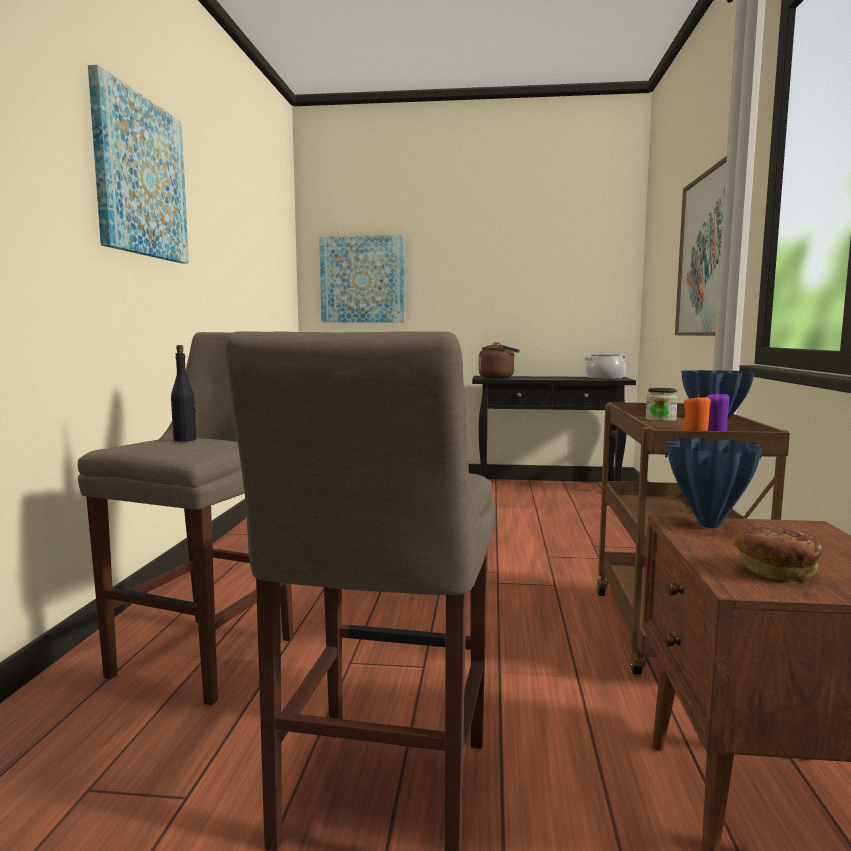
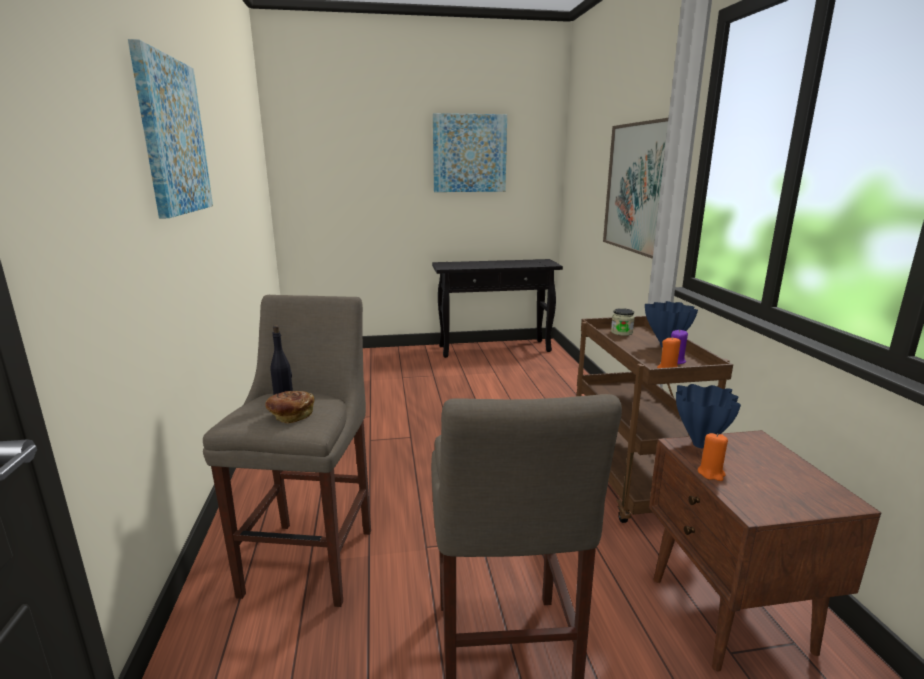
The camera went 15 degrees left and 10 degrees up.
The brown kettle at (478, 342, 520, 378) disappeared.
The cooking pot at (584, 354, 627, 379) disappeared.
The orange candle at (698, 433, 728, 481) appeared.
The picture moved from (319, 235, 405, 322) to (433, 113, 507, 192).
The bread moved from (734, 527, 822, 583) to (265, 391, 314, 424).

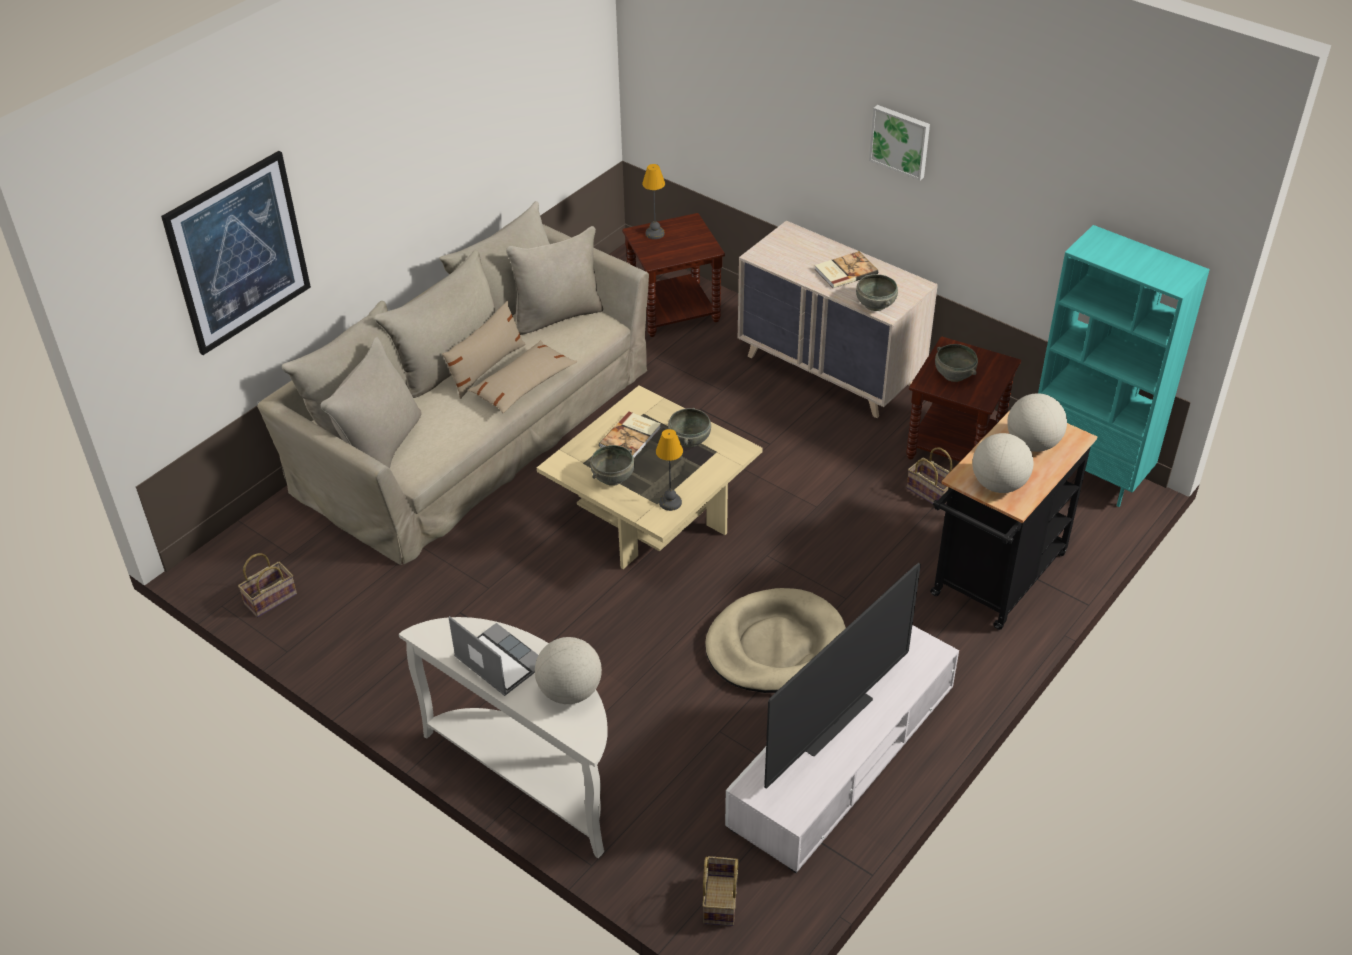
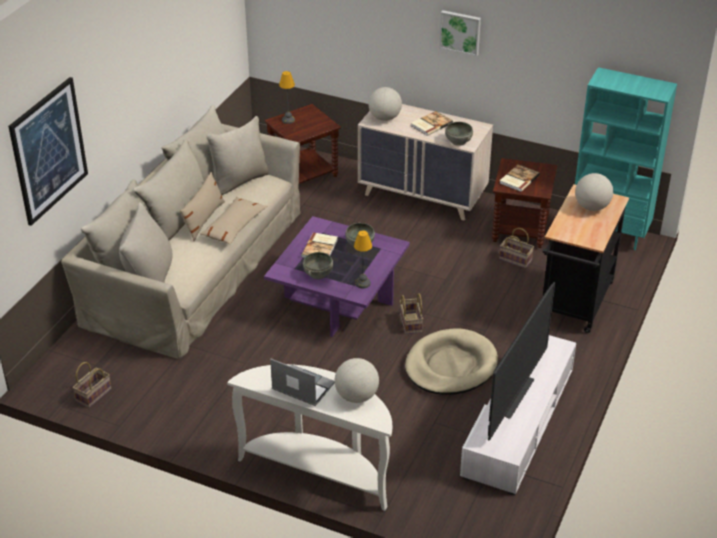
The camera went 15 degrees left and 5 degrees down.
The basket moved from (702, 856, 739, 926) to (400, 293, 423, 334).
The globe moved from (972, 433, 1033, 493) to (369, 87, 402, 121).
The grey bowl at (935, 344, 978, 382) was replaced by the book at (499, 164, 540, 192).
The beige coffee table at (537, 385, 763, 569) became the purple coffee table at (264, 216, 410, 337).

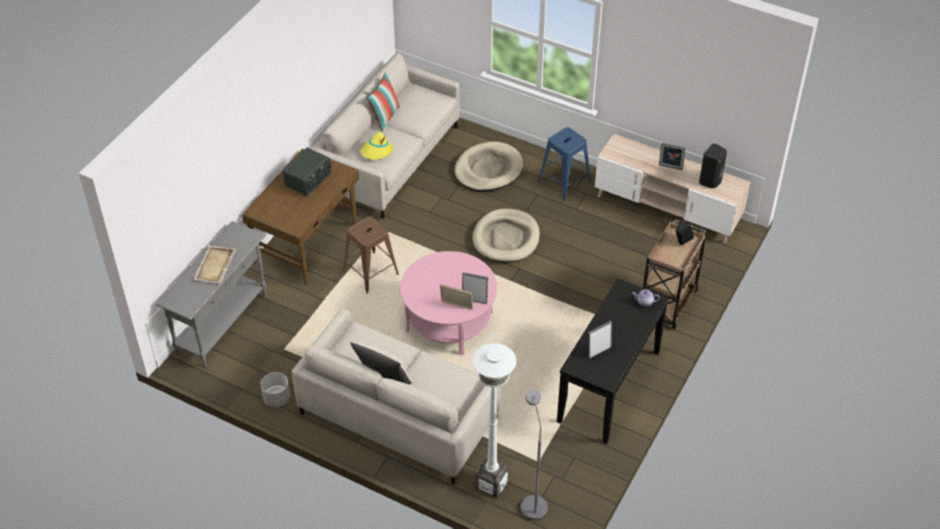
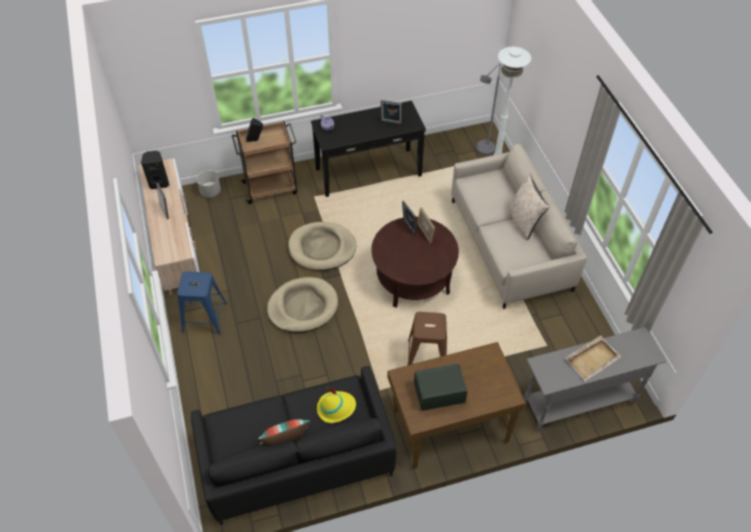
The camera went 135 degrees left and 5 degrees up.
The grey planter moved from (260, 372, 290, 407) to (197, 170, 221, 197).
The beige dog bed moved from (454, 141, 523, 191) to (288, 222, 356, 271).
The beige sofa at (311, 53, 459, 219) became the black sofa at (191, 366, 397, 525).
The pink coffee table at (400, 251, 497, 355) became the brown coffee table at (371, 217, 459, 308).

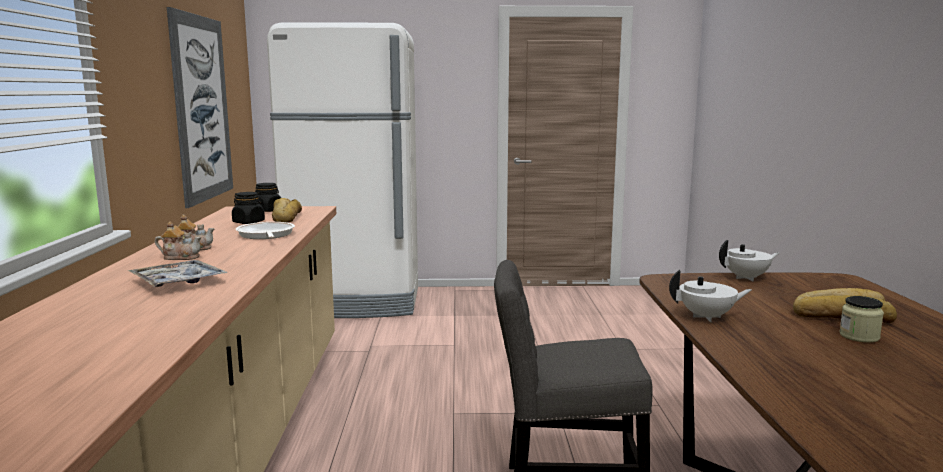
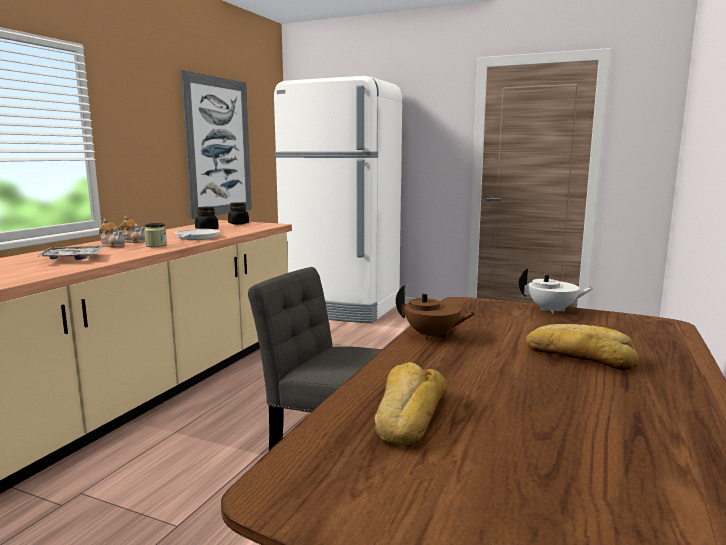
The camera went 25 degrees right and 0 degrees up.
The bread moved from (272, 198, 302, 223) to (375, 362, 447, 447).
The jar moved from (839, 296, 884, 343) to (144, 223, 167, 247).
The white teapot at (669, 270, 752, 322) became the brown teapot at (396, 285, 476, 340).

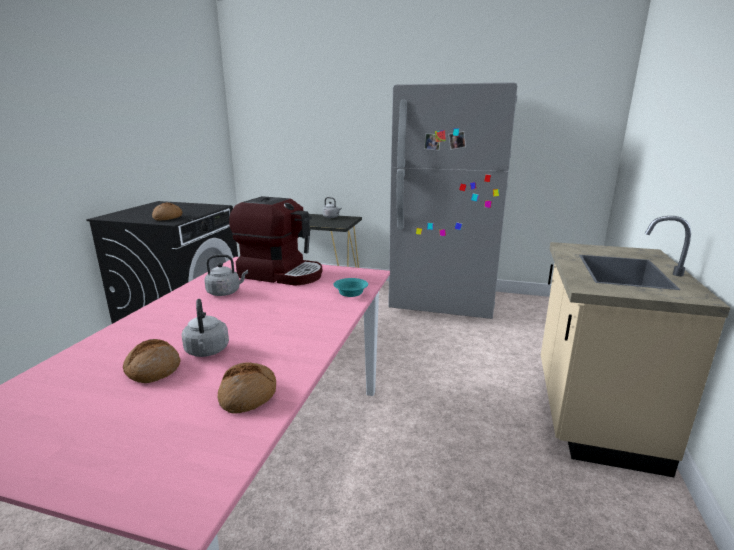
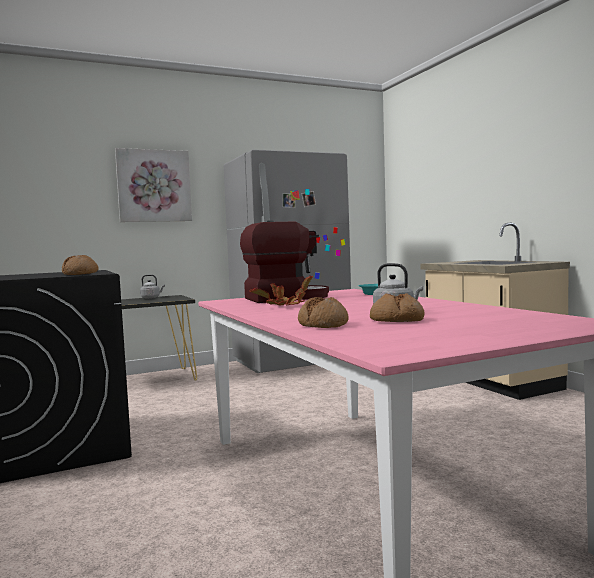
The camera went 40 degrees left and 15 degrees down.
The picture at (115, 148, 192, 222) appeared.
The bread moved from (217, 363, 276, 413) to (298, 297, 349, 328).
The grey kettle at (204, 254, 248, 296) was replaced by the potted plant at (250, 275, 313, 306).

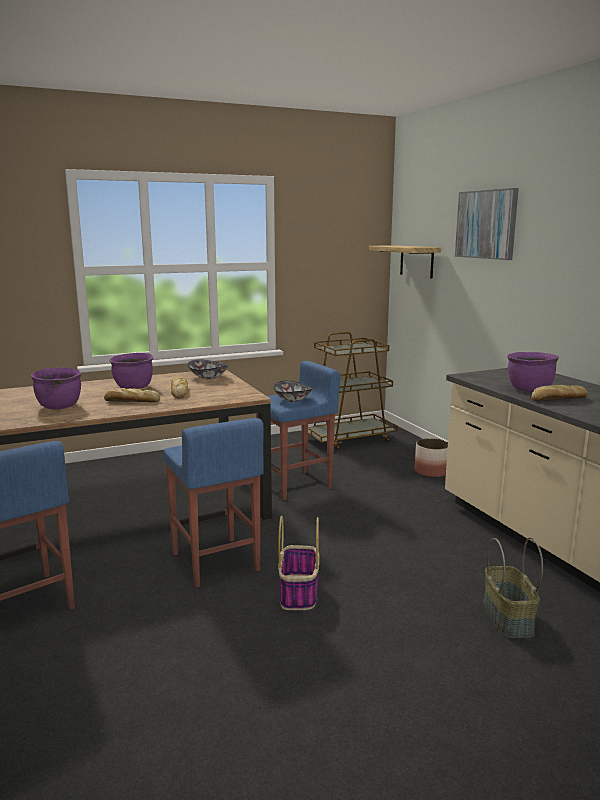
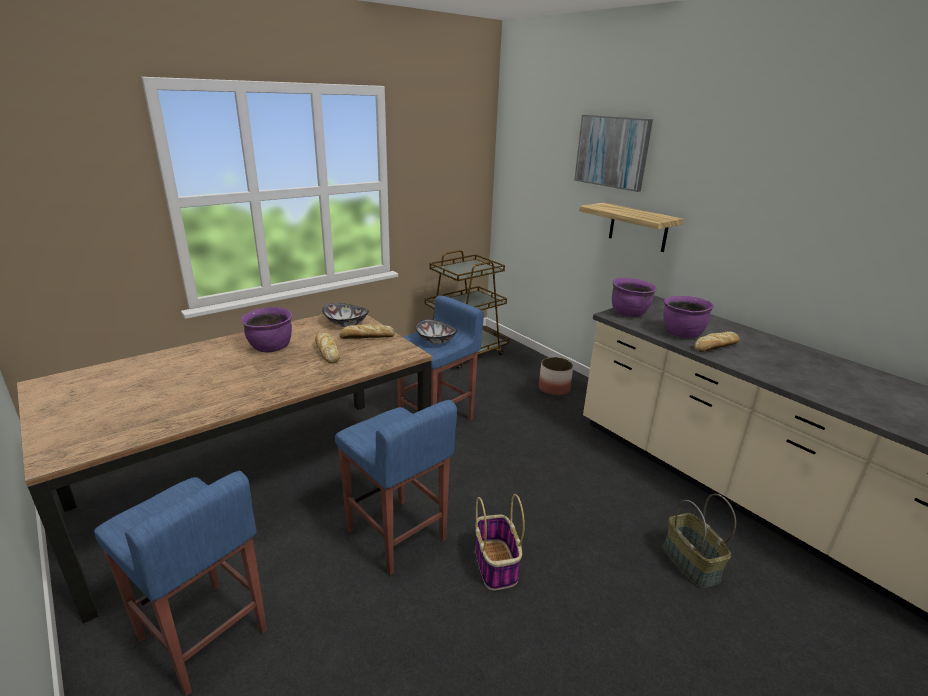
The camera went 15 degrees left and 10 degrees up.
The purple cooking pot moved from (31, 367, 82, 409) to (612, 278, 657, 317).
The bread moved from (104, 388, 160, 402) to (339, 324, 395, 339).
The shelf moved from (369, 245, 441, 279) to (579, 202, 683, 252).

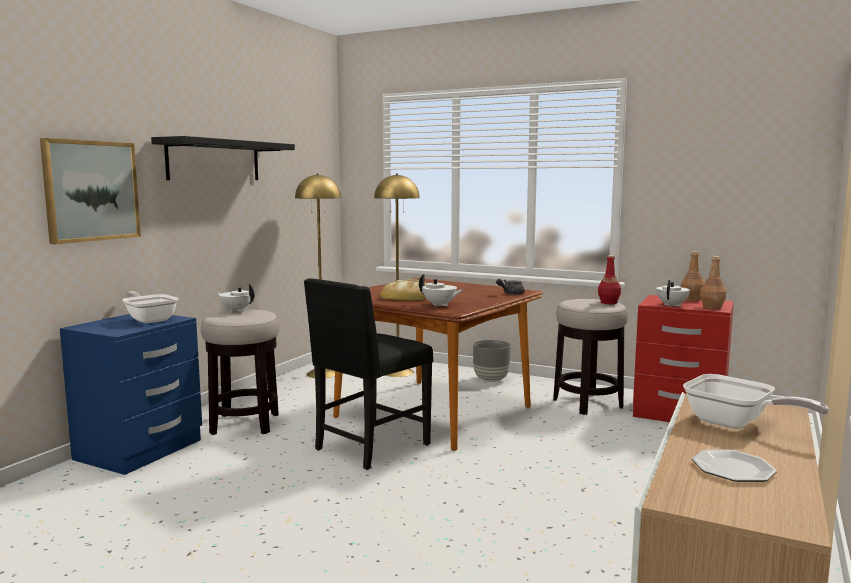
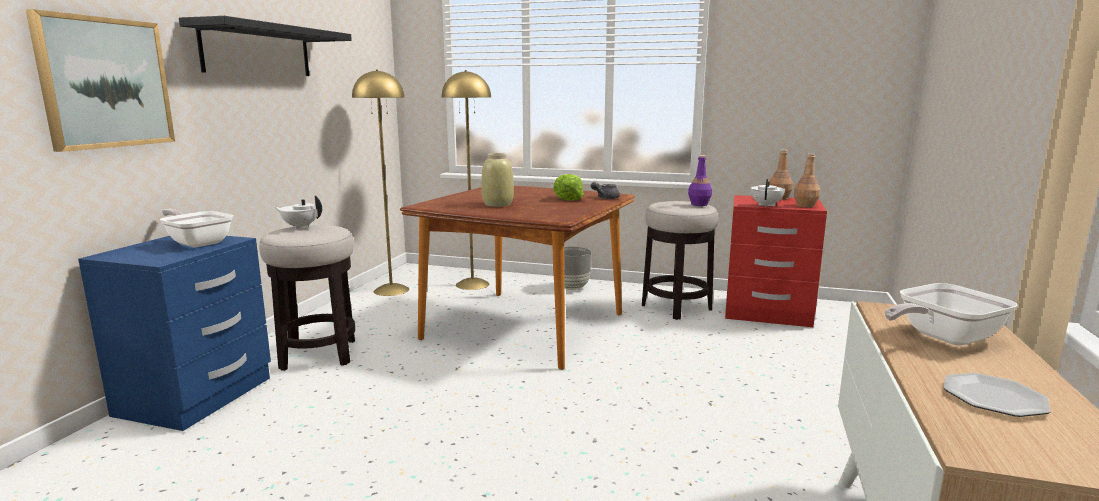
The camera went 10 degrees left and 5 degrees up.
The black chair at (304, 278, 433, 470) disappeared.
The white teapot at (419, 274, 464, 307) disappeared.
The lettuce at (553, 174, 584, 201) appeared.
The bread at (380, 279, 427, 301) was replaced by the beige vase at (481, 153, 514, 207).
The red bottle at (598, 255, 621, 304) became the purple bottle at (688, 155, 712, 206).
The frying pan at (683, 374, 829, 429) turned 120 degrees clockwise.

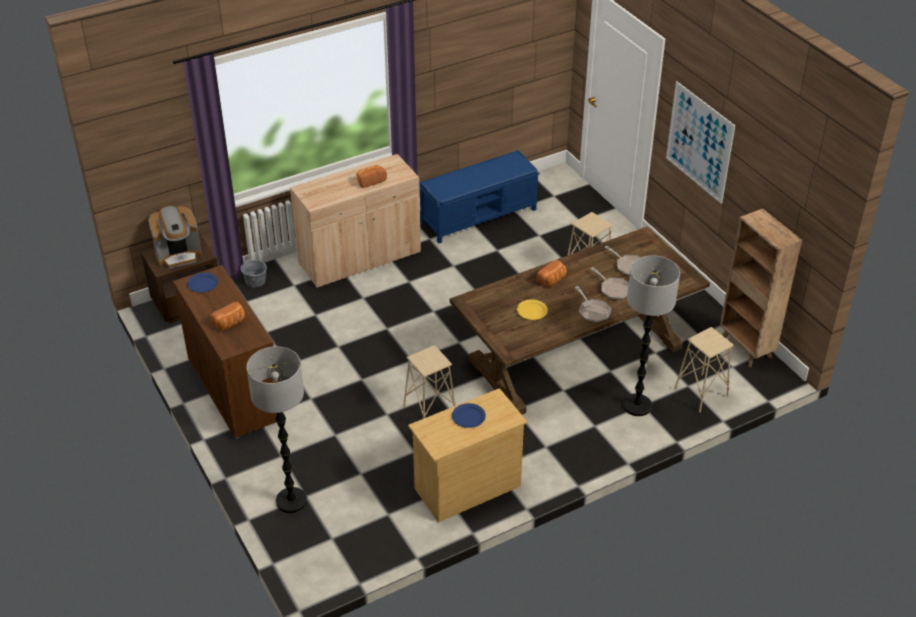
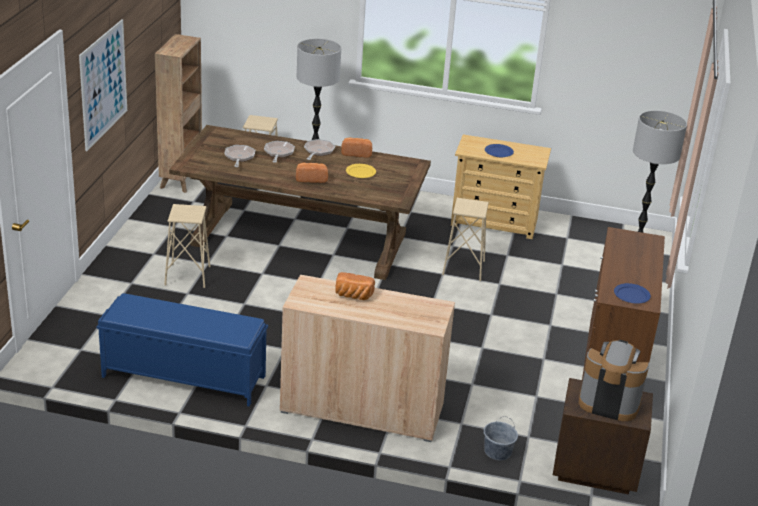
The camera went 140 degrees left and 10 degrees down.
The bread moved from (210, 302, 245, 330) to (341, 137, 372, 158).

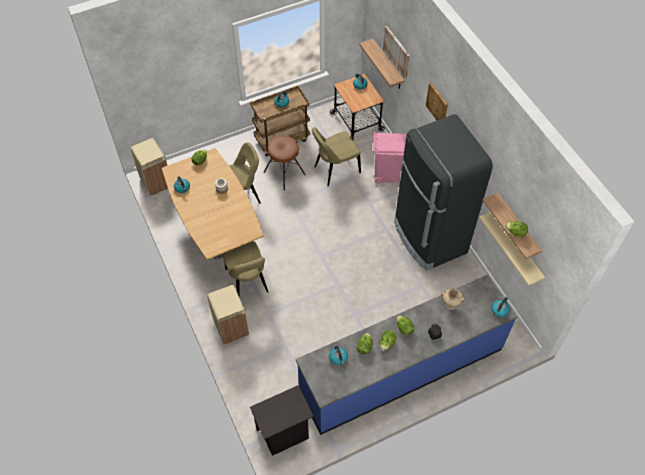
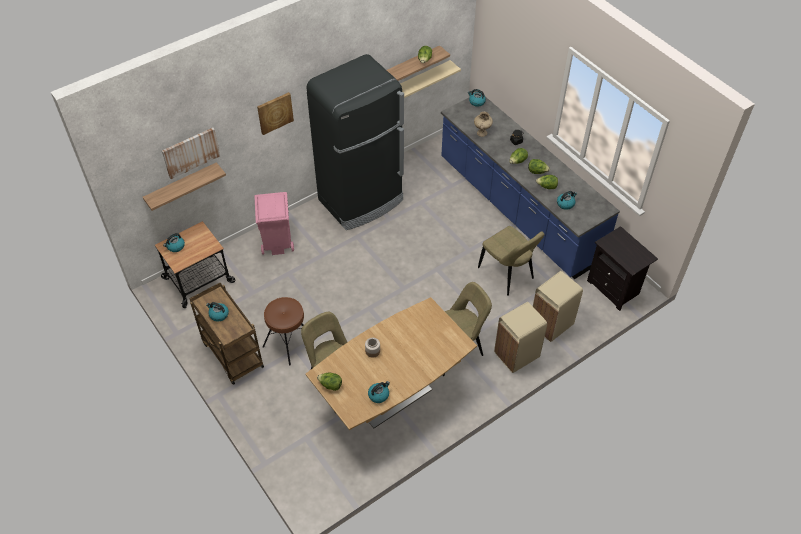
The camera went 100 degrees left and 5 degrees down.
The beige trash can moved from (131, 138, 168, 196) to (533, 271, 583, 342).
The beige chair moved from (312, 127, 361, 187) to (478, 226, 544, 296).

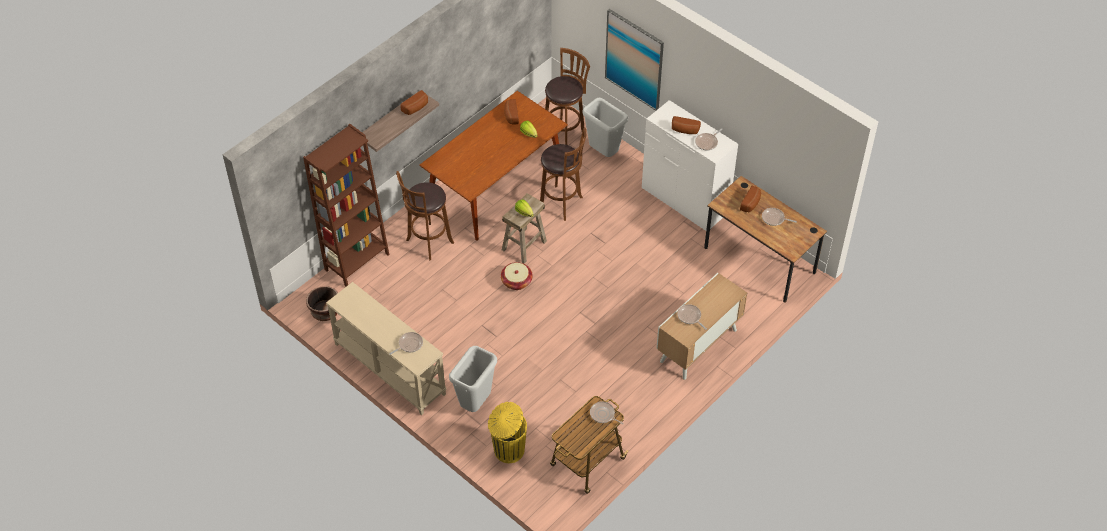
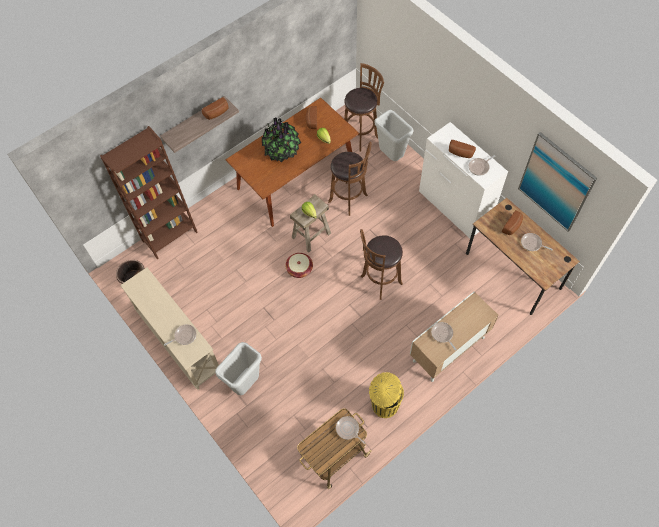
The camera went 10 degrees right and 10 degrees up.
The potted plant at (262, 118, 301, 163) appeared.
The brown stool moved from (396, 171, 454, 260) to (360, 229, 403, 300).
The yellow trash can moved from (488, 402, 527, 463) to (369, 372, 404, 418).
The picture moved from (605, 9, 664, 111) to (518, 132, 597, 232).

